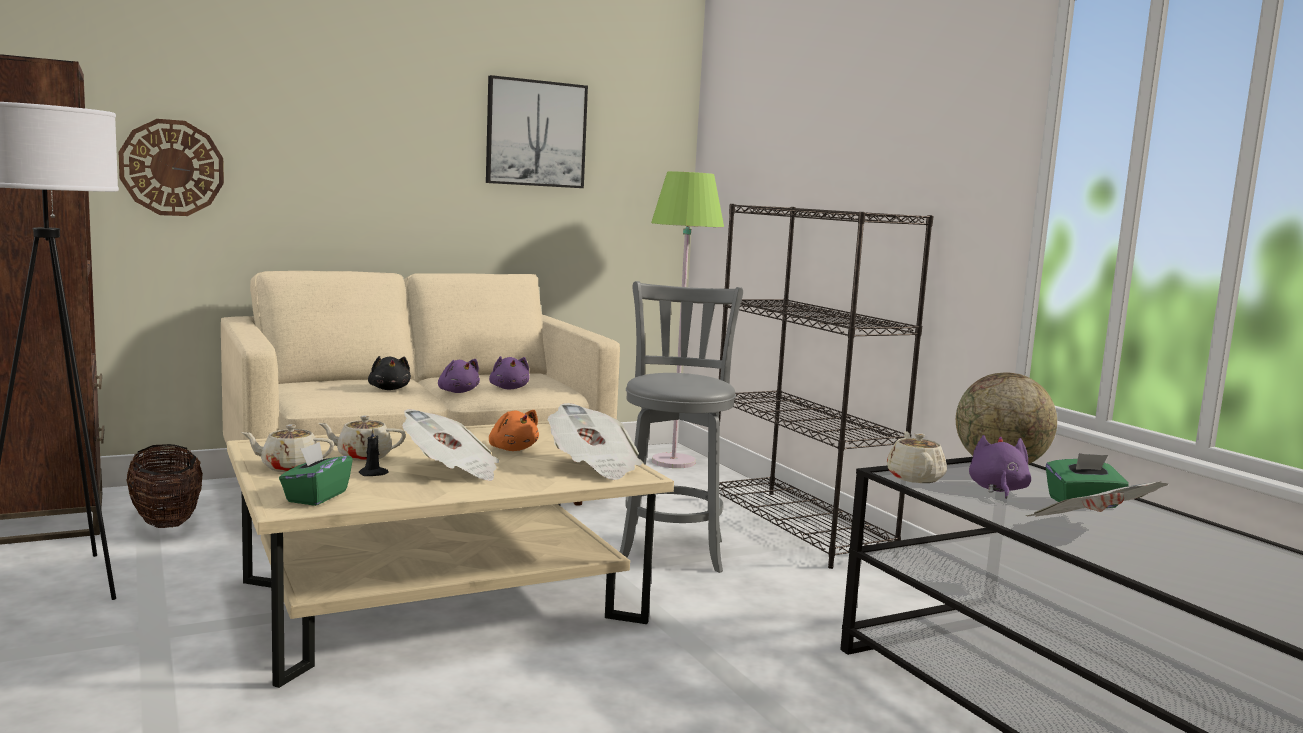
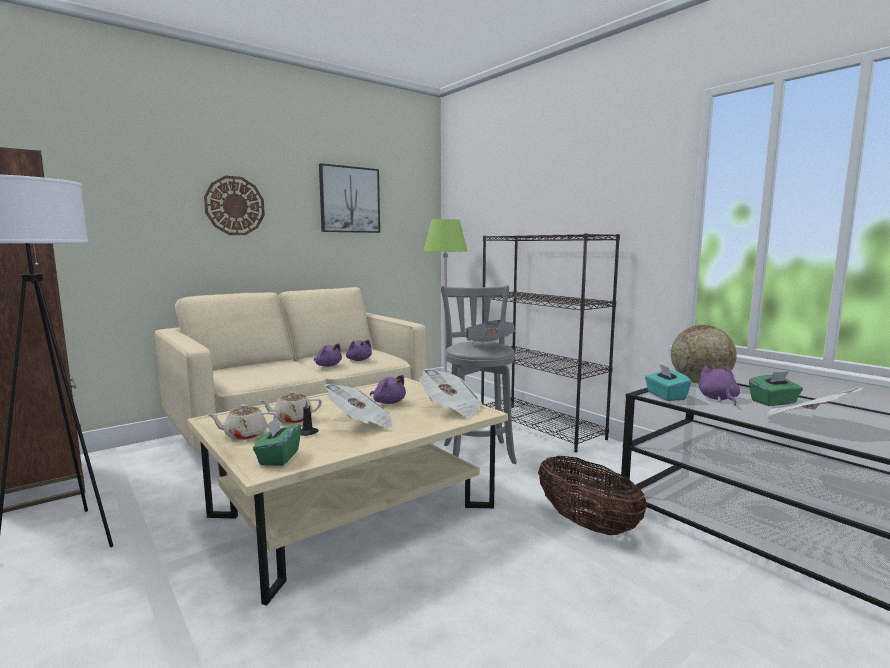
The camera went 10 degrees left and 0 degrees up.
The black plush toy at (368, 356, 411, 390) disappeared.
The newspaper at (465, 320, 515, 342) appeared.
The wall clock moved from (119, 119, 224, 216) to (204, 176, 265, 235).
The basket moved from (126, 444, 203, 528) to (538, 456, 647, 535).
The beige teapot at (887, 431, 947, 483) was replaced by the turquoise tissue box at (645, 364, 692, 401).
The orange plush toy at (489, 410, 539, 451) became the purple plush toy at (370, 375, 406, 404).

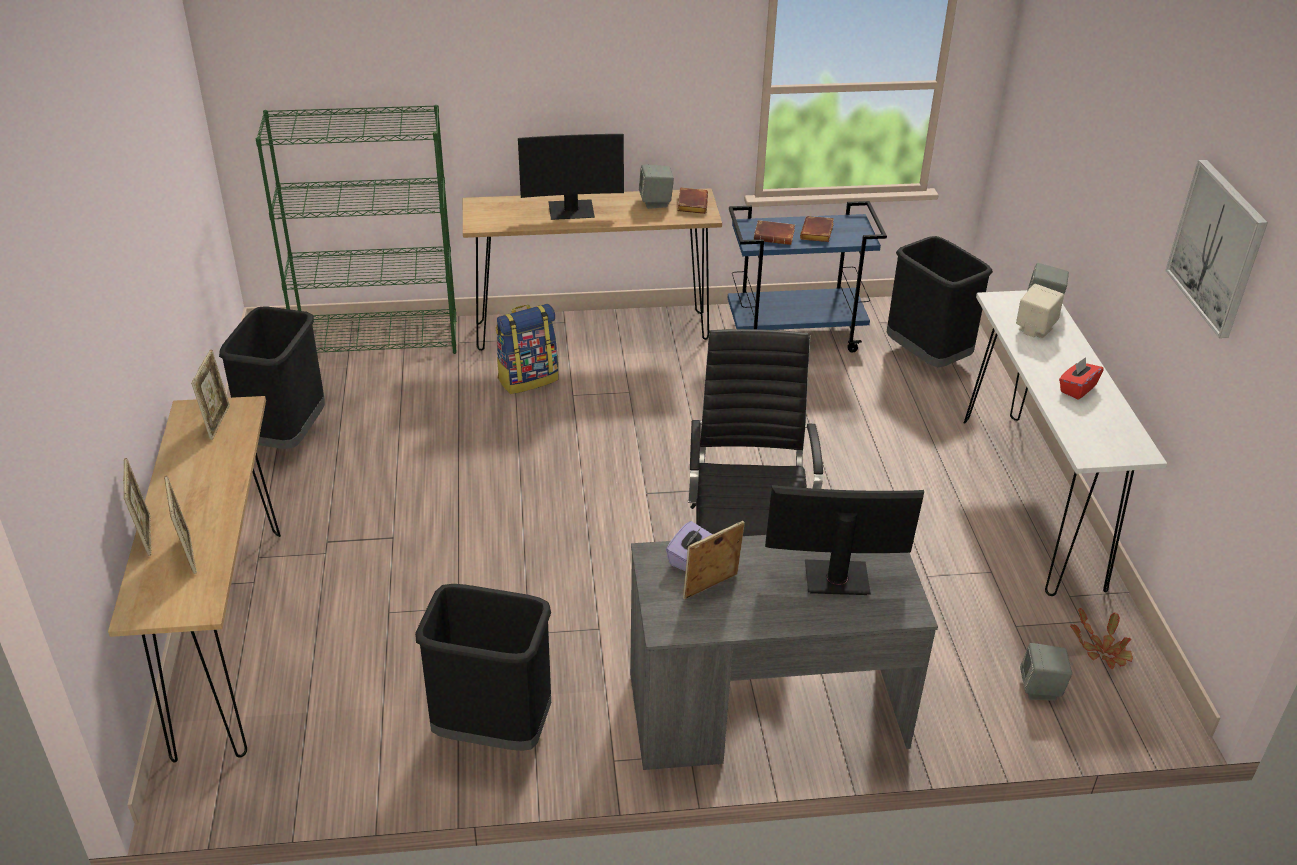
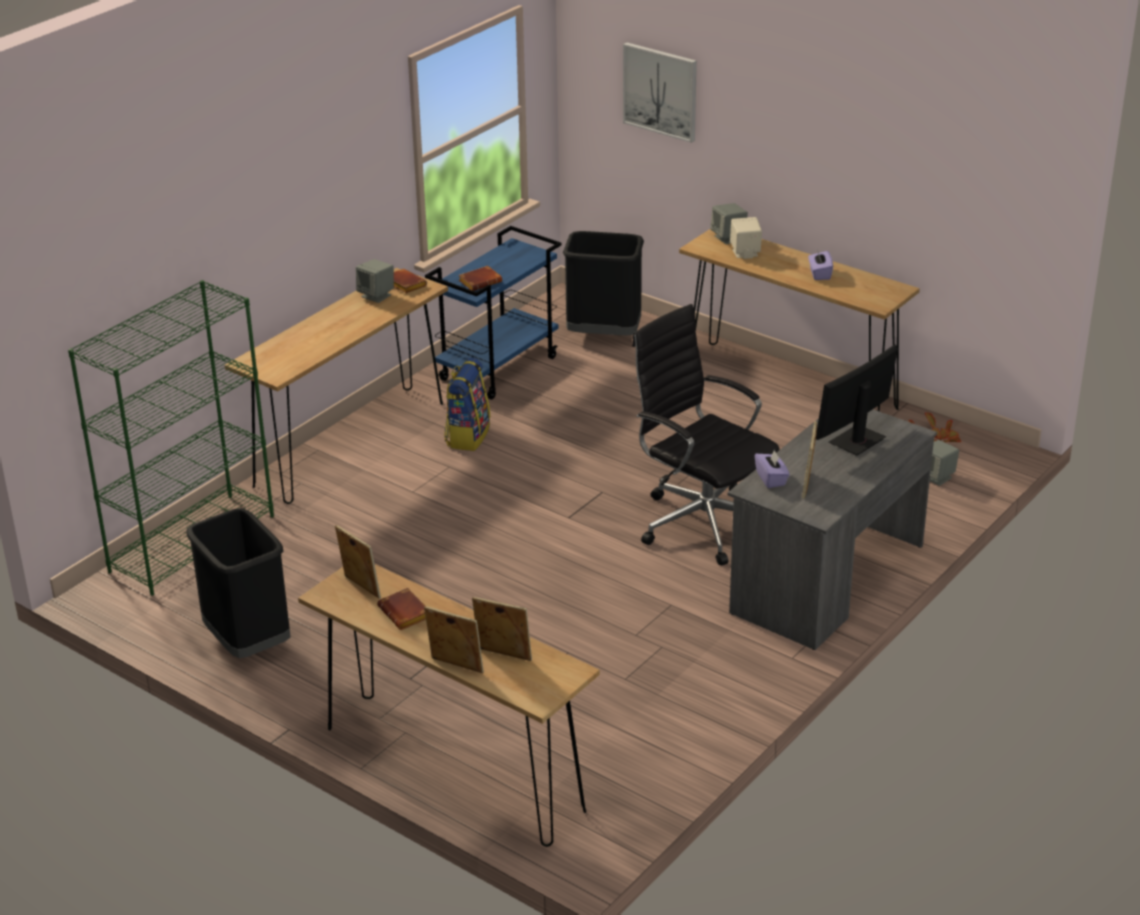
The camera went 45 degrees left and 5 degrees down.
The black trash can at (415, 584, 551, 751) disappeared.
The monitor at (518, 134, 624, 220) disappeared.
The backpack moved from (496, 304, 559, 394) to (444, 358, 490, 451).
The brown book moved from (800, 216, 834, 242) to (377, 588, 426, 630).
The picture moved from (1165, 160, 1268, 338) to (623, 43, 697, 143).
The white console table at (964, 290, 1167, 596) became the brown console table at (679, 229, 920, 411).
The red tissue box at (1059, 357, 1104, 400) became the purple tissue box at (808, 249, 833, 280).

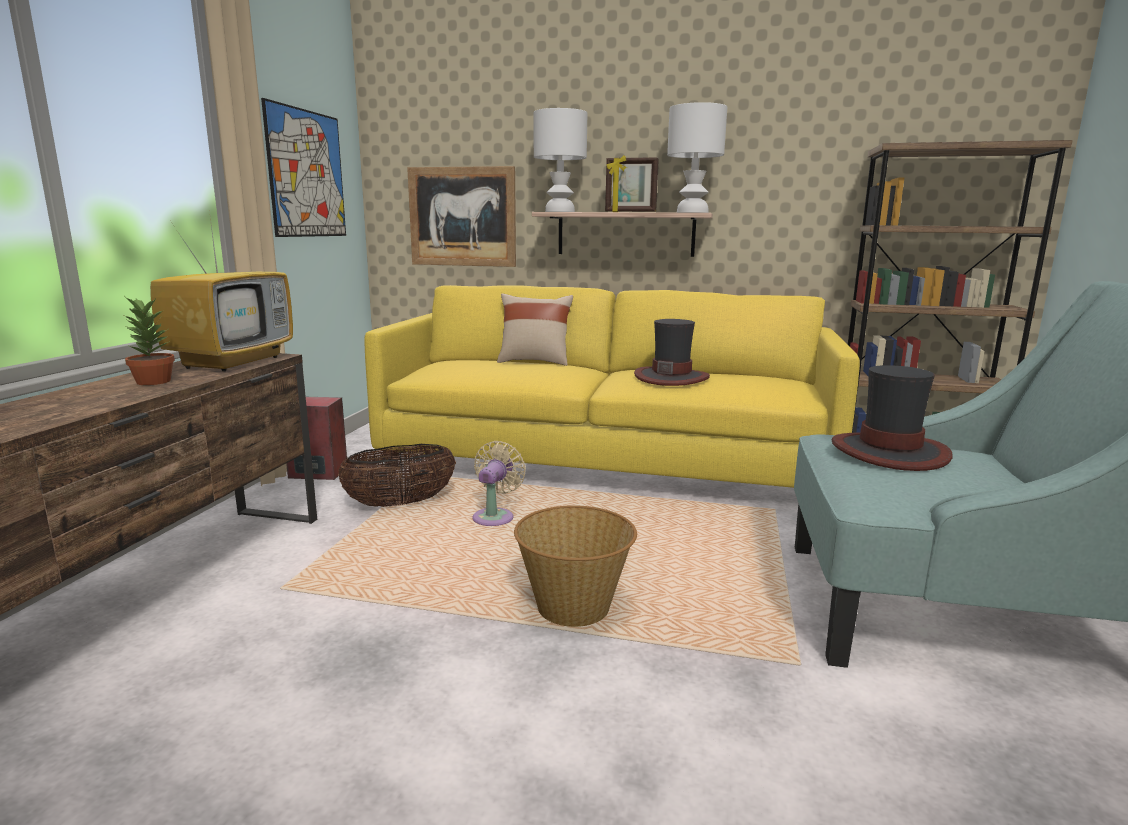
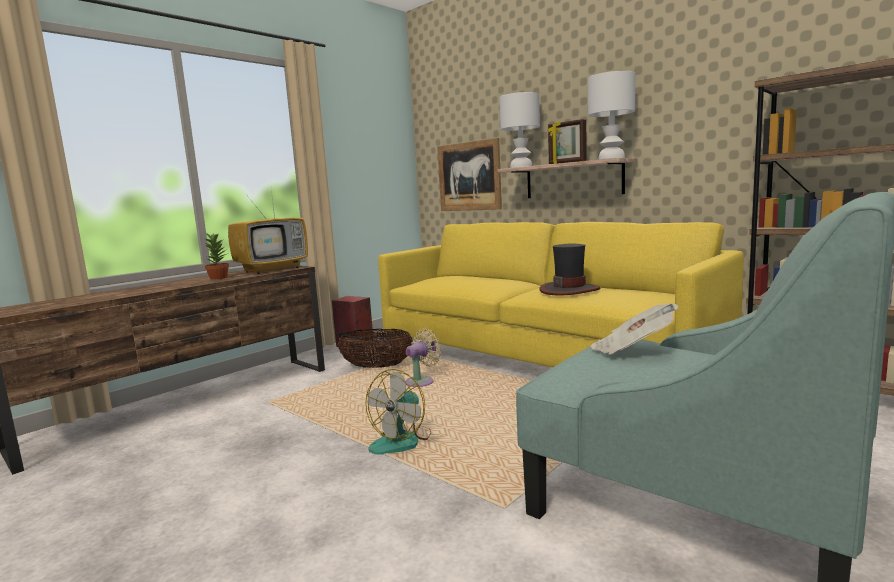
The camera went 30 degrees right and 5 degrees down.
The picture at (261, 98, 346, 237) disappeared.
The beige pillow at (497, 293, 573, 366) disappeared.
The basket at (514, 505, 637, 627) was replaced by the fan at (365, 369, 431, 455).
The hat at (832, 365, 952, 471) was replaced by the newspaper at (591, 303, 679, 355).

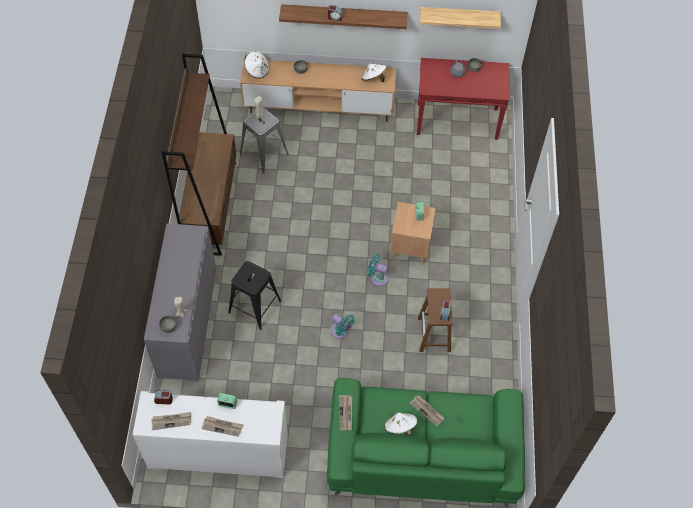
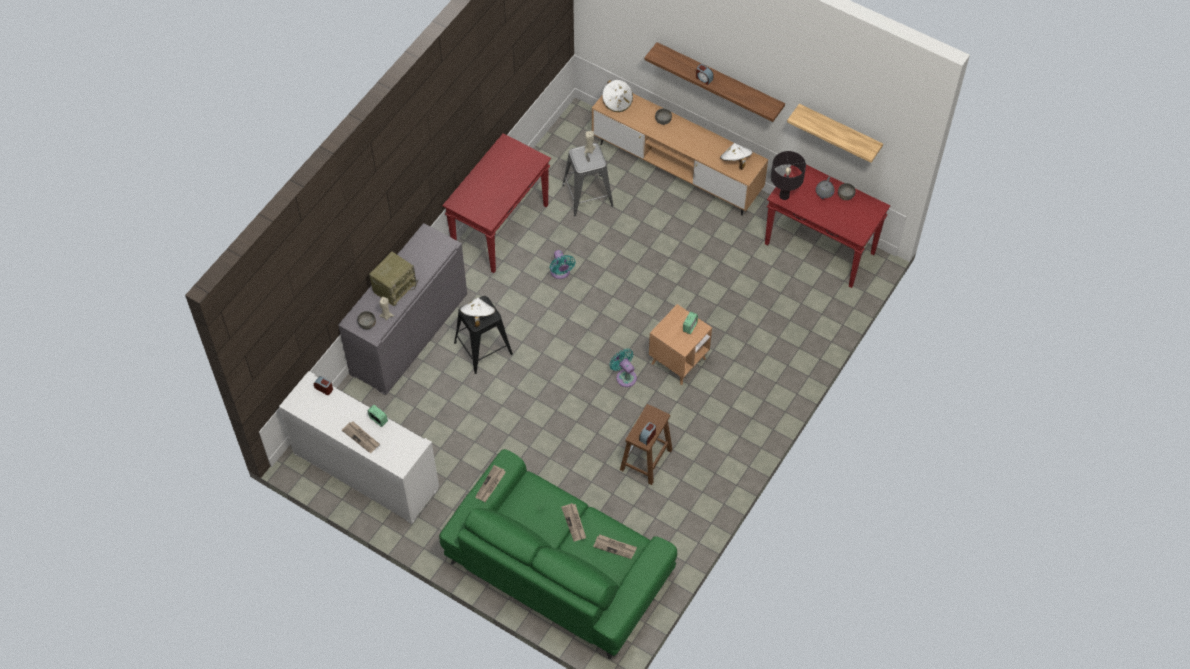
The camera went 30 degrees right and 0 degrees up.
The radio at (369, 252, 418, 306) appeared.
The black table lamp at (771, 151, 806, 200) appeared.
The newspaper moved from (151, 412, 191, 430) to (593, 535, 637, 559).
The turquoise fan moved from (330, 314, 355, 339) to (549, 250, 576, 279).
The white hat moved from (384, 412, 417, 435) to (460, 298, 495, 327).
The brown bookcase at (162, 54, 236, 256) was replaced by the red console table at (443, 134, 551, 273).

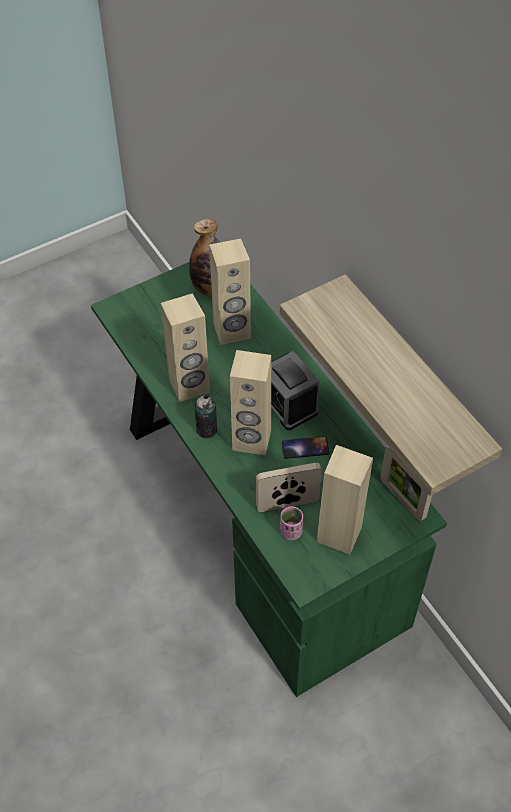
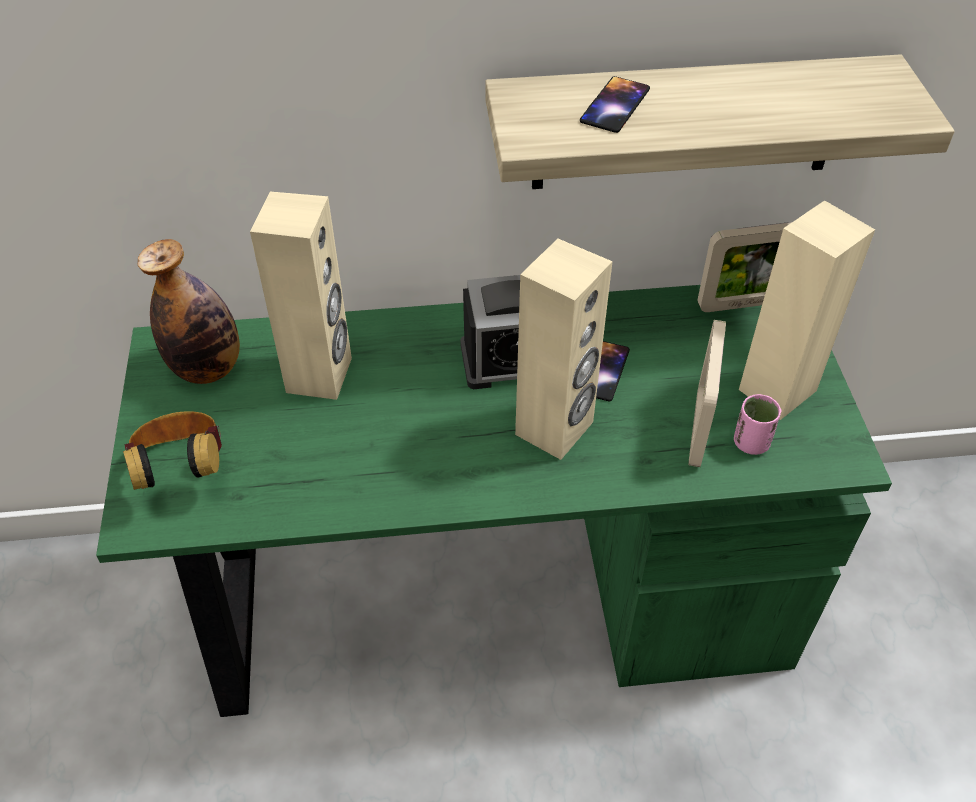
The camera went 65 degrees left and 5 degrees down.
The beige speaker at (160, 293, 210, 402) disappeared.
The can at (195, 395, 217, 438) disappeared.
The headphones at (123, 411, 222, 490) appeared.
The phone at (580, 76, 650, 133) appeared.

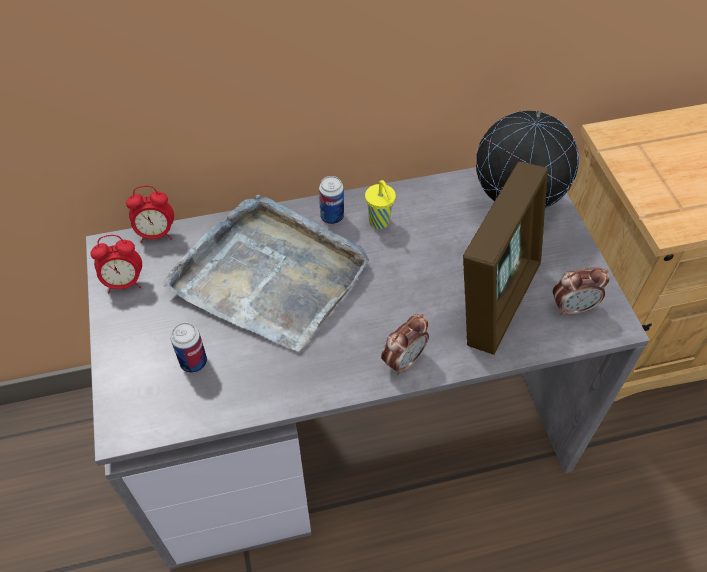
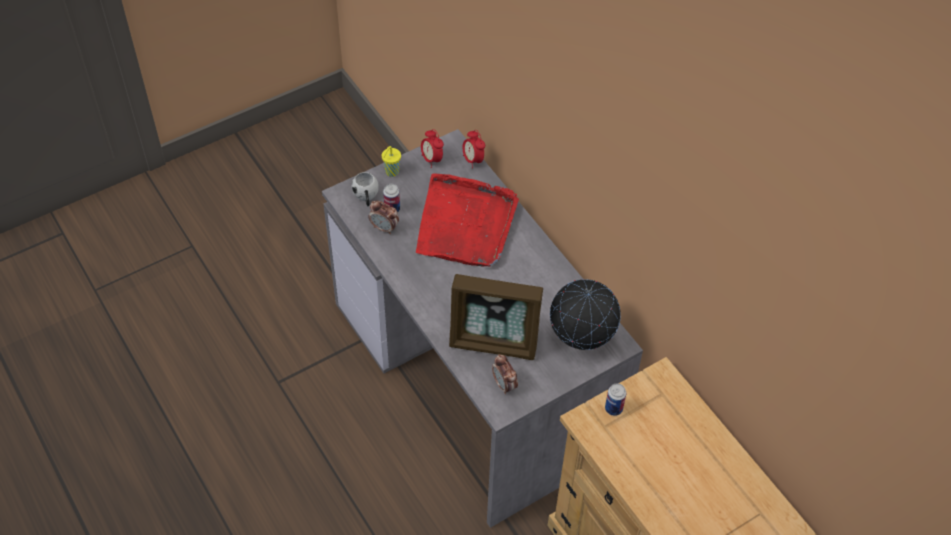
The camera went 70 degrees right and 0 degrees up.
The white mug at (351, 172, 379, 206) appeared.
The can moved from (319, 176, 344, 224) to (605, 383, 626, 416).
The yellow cup moved from (365, 180, 396, 229) to (382, 146, 401, 177).
The alarm clock moved from (381, 314, 429, 375) to (369, 201, 399, 234).
The grey tray at (162, 195, 369, 351) became the red tray at (416, 173, 519, 266).

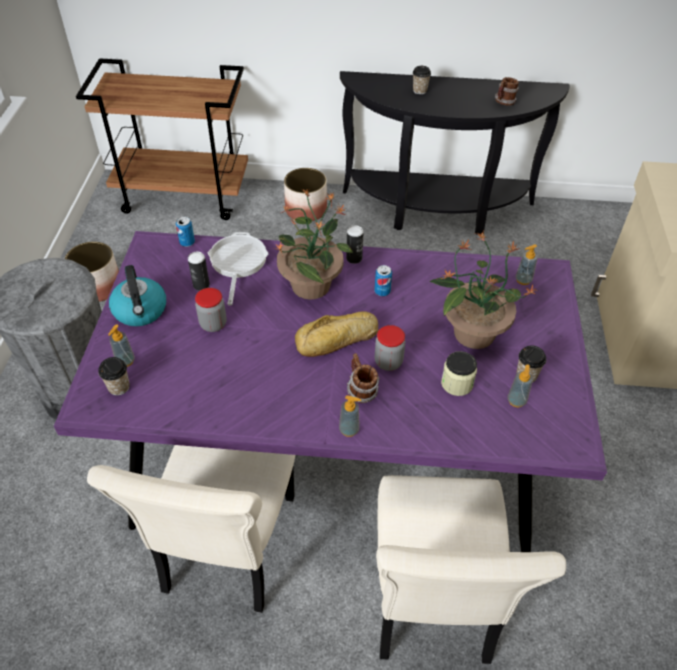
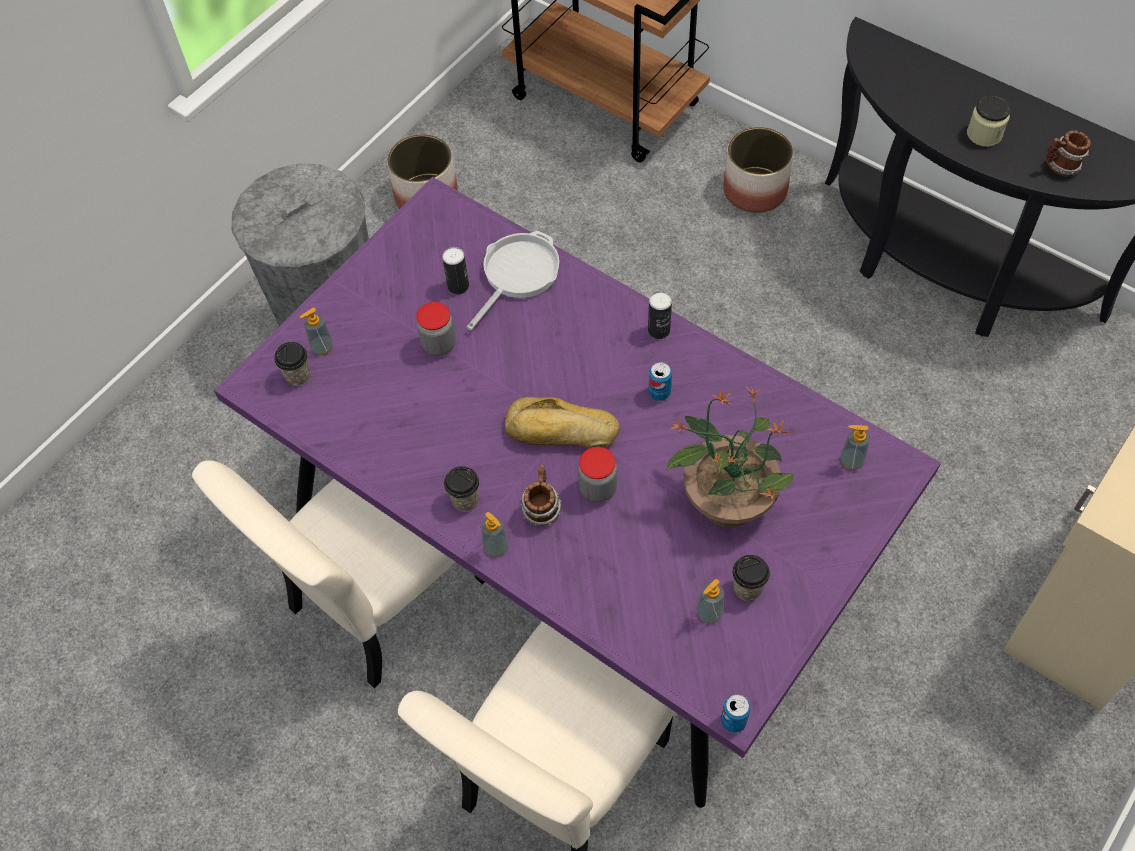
The camera went 35 degrees right and 10 degrees up.
The kettle at (109, 265, 166, 326) disappeared.
The potted plant at (274, 189, 353, 299) disappeared.
The can moved from (176, 217, 195, 247) to (721, 694, 750, 733).
The cup moved from (413, 66, 431, 94) to (444, 466, 479, 512).
The jar moved from (441, 351, 477, 396) to (967, 96, 1010, 147).

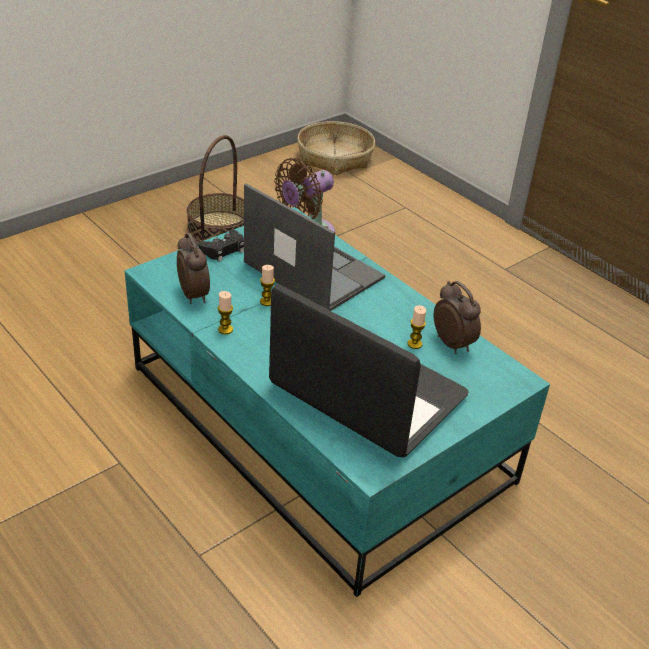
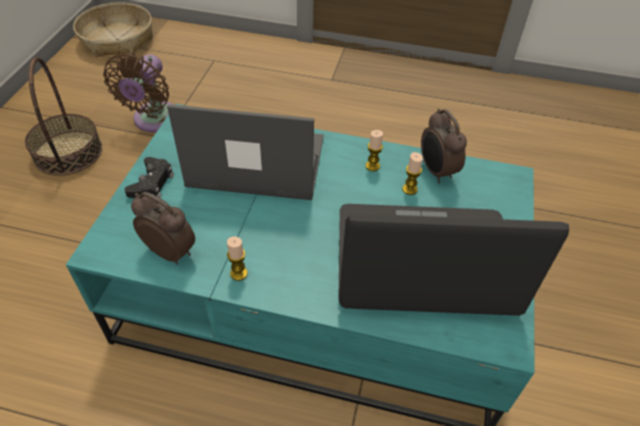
The camera went 35 degrees left and 10 degrees up.
The candle moved from (260, 265, 275, 306) to (366, 130, 383, 171).
The alarm clock at (434, 281, 481, 354) turned 135 degrees counterclockwise.

